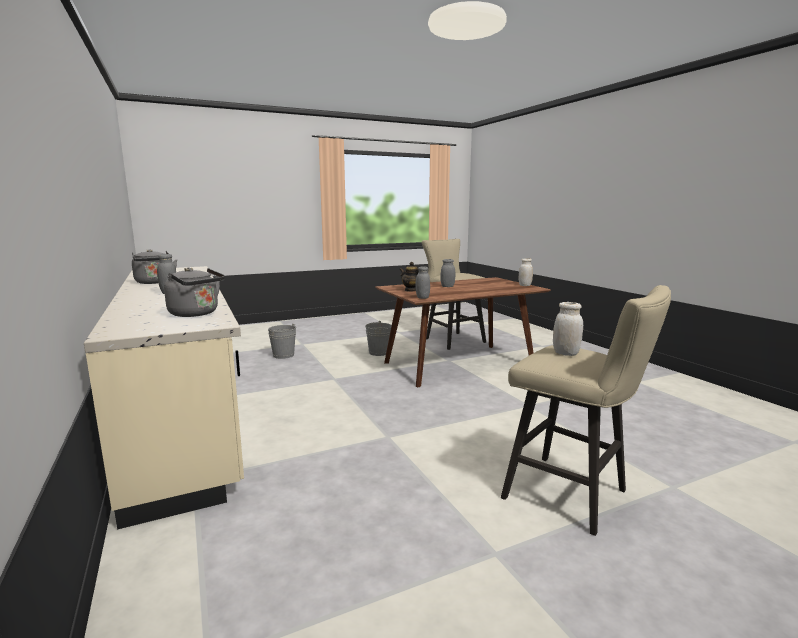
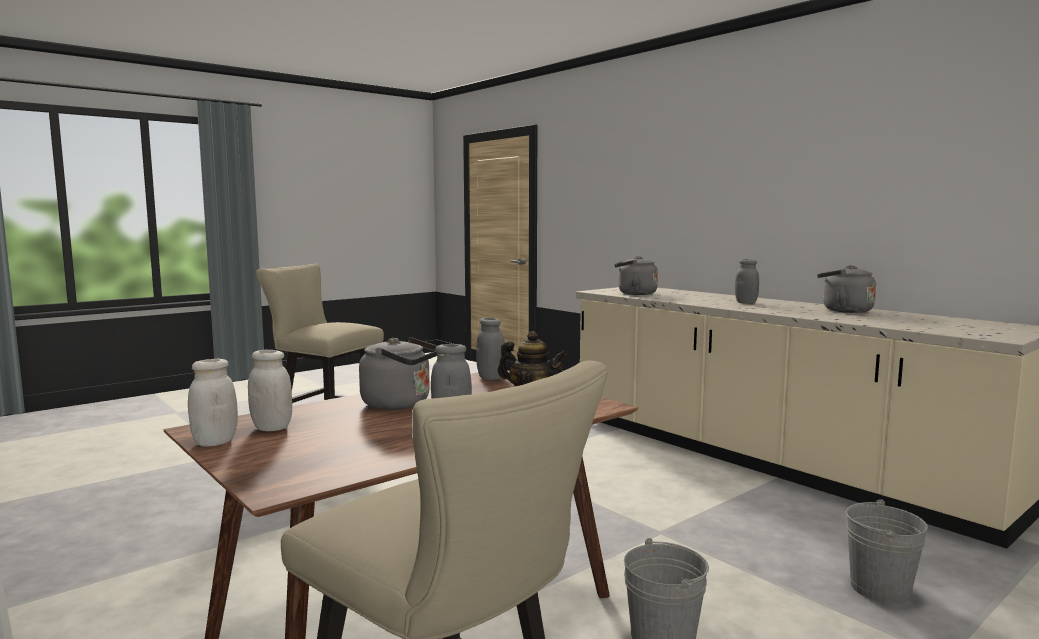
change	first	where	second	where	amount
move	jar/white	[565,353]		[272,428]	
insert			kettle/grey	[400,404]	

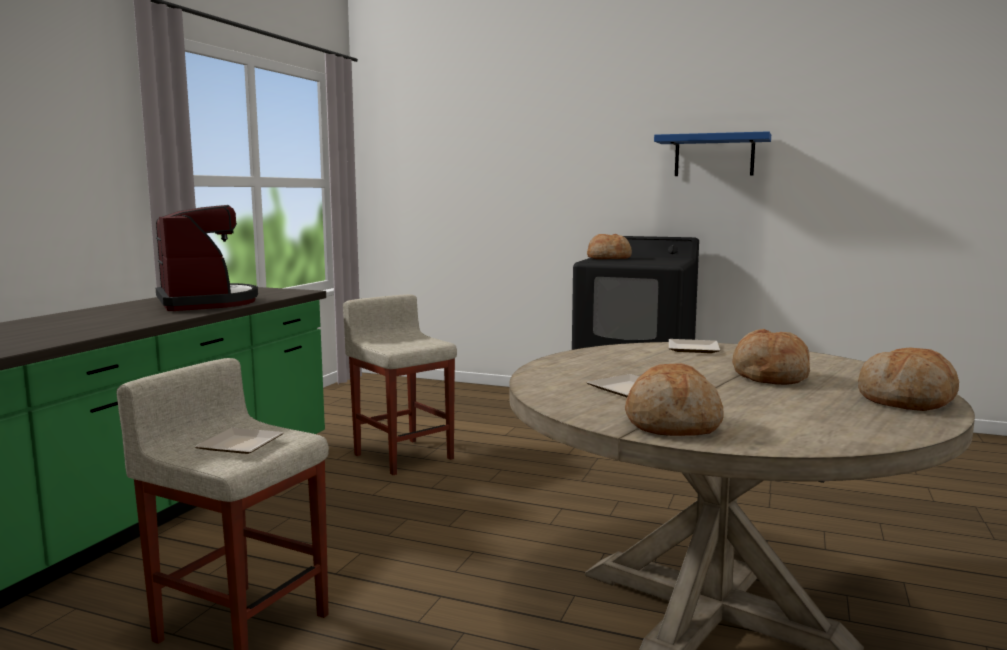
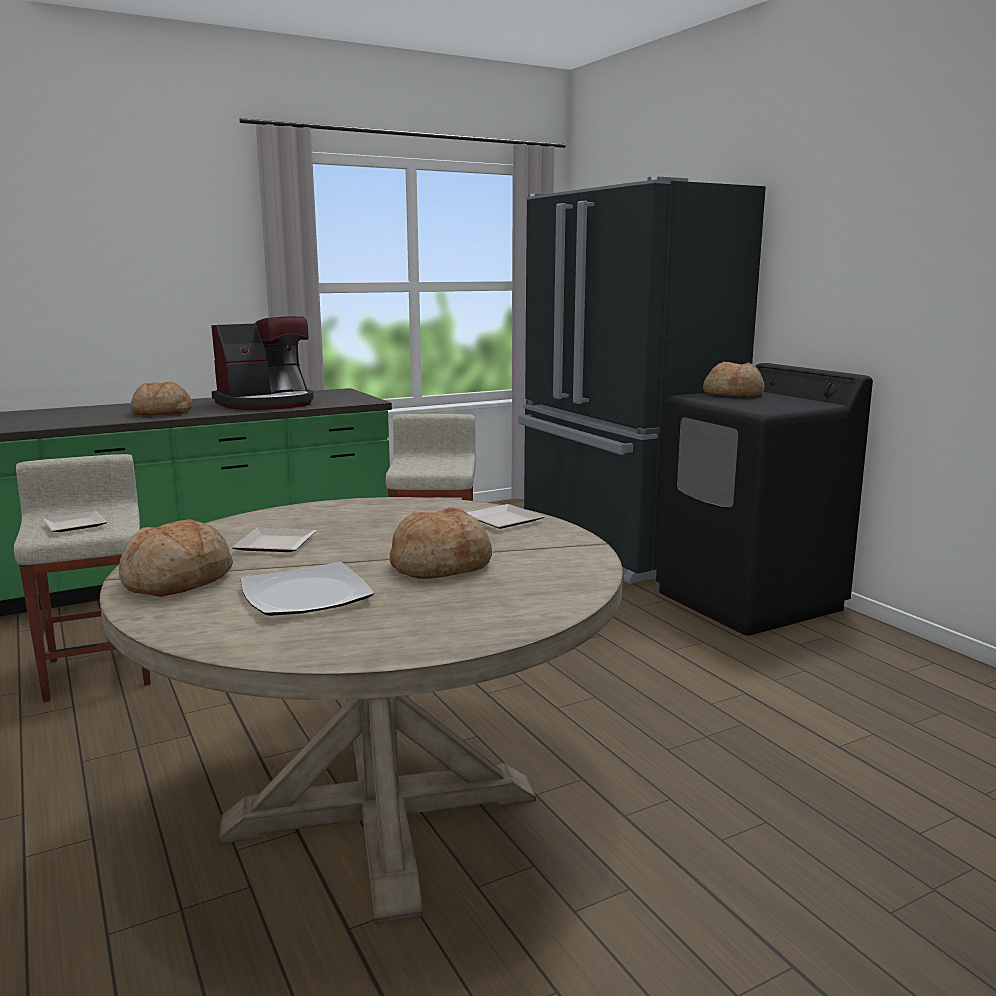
change	first	where	second	where	amount
move	bread	[907,400]		[161,412]	
rotate	coffee machine	[206,302]		[266,403]	45 degrees clockwise
insert			plate	[304,595]	
insert			fridge/black	[619,546]	
delete	shelf/blue	[714,156]			

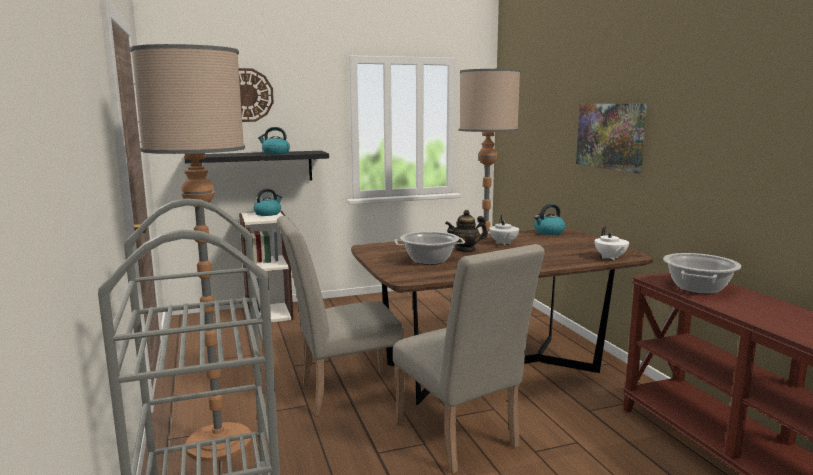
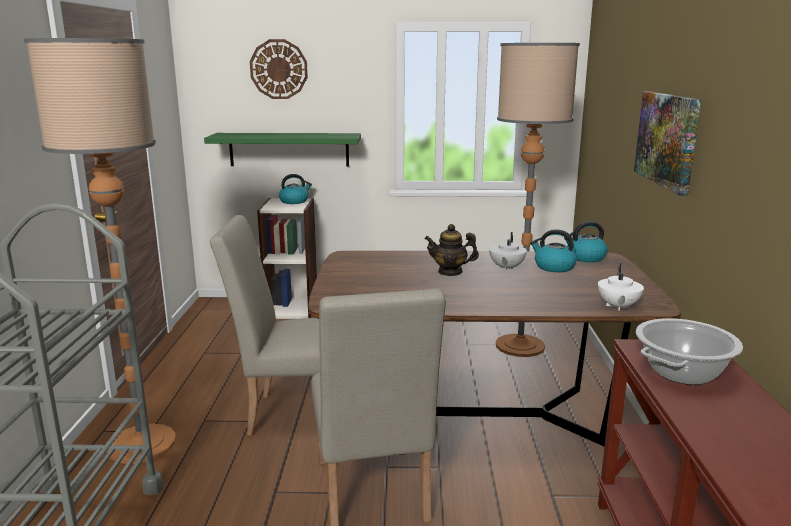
change	first	where	second	where	amount
recolor	shelf/black	[257,167]	shelf/green	[289,149]	
move	kettle	[275,153]		[553,267]	
delete	cooking pot	[429,260]			

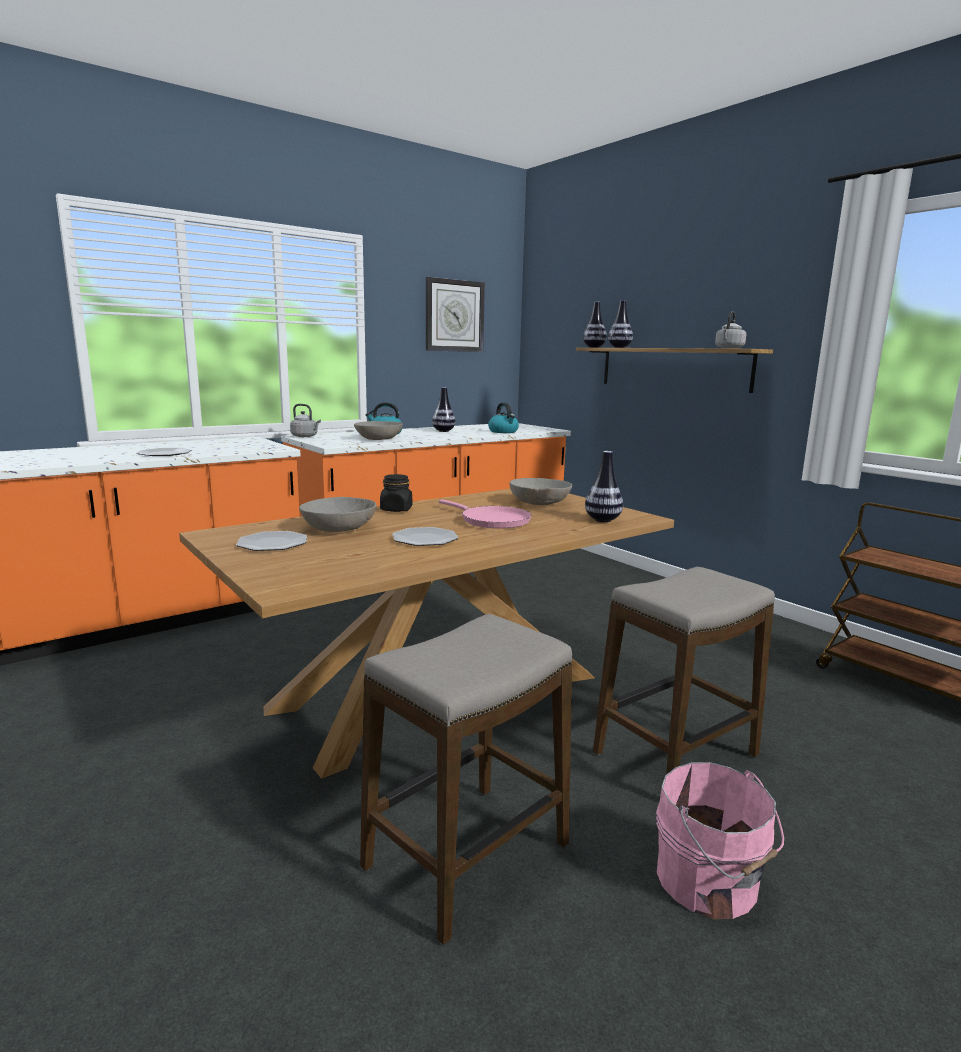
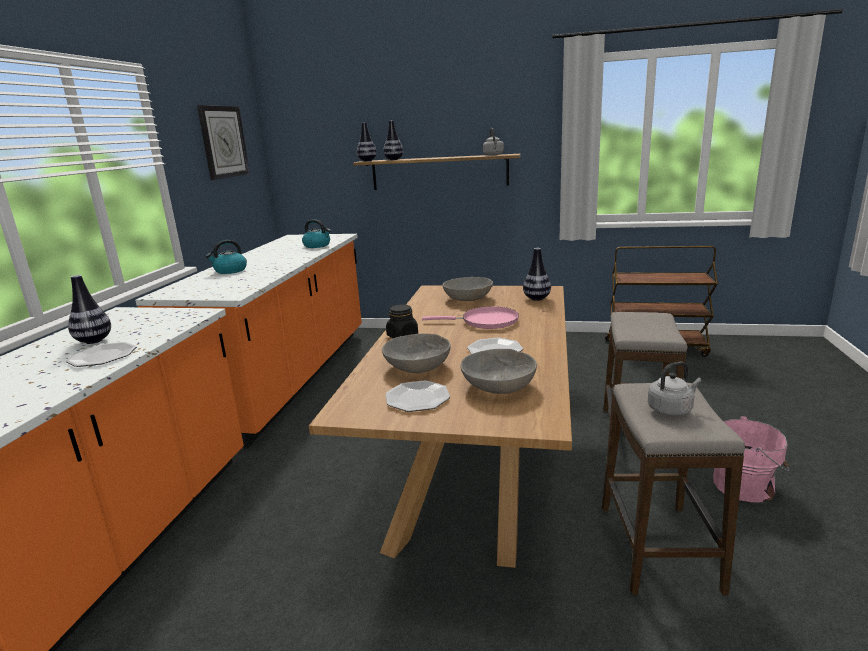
change	first	where	second	where	amount
move	vase	[443,431]		[94,341]	
move	bowl/grey	[378,439]		[498,385]	
move	kettle/grey	[305,436]		[671,409]	

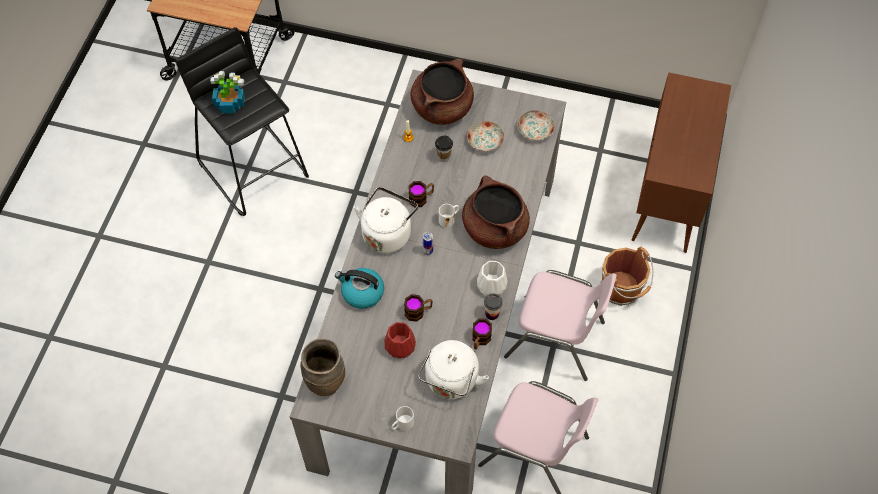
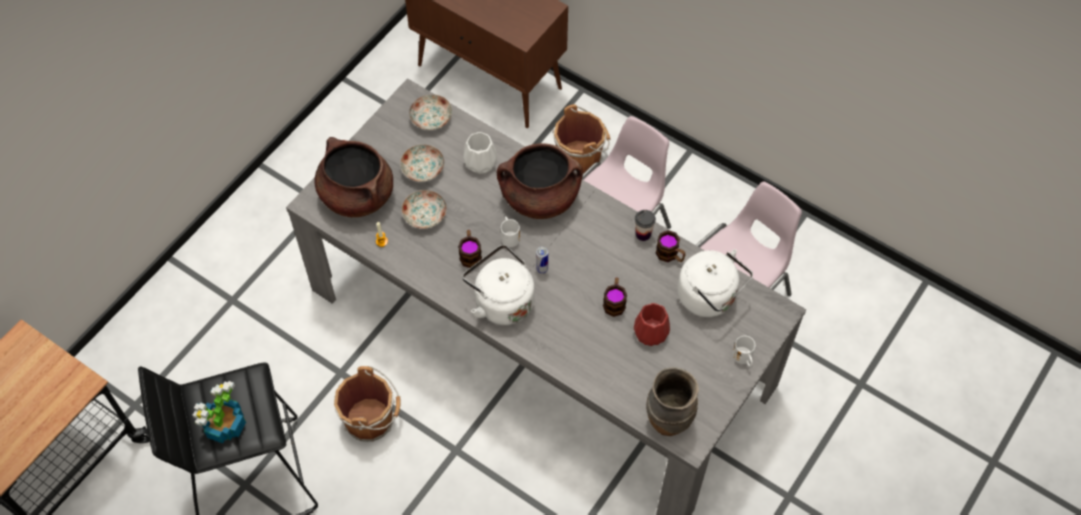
change	first	where	second	where	amount
insert			bucket/brown	[371,419]	
replace	cup	[443,157]	plate	[425,215]	
move	vase/white	[491,286]		[481,163]	
delete	kettle	[362,292]			

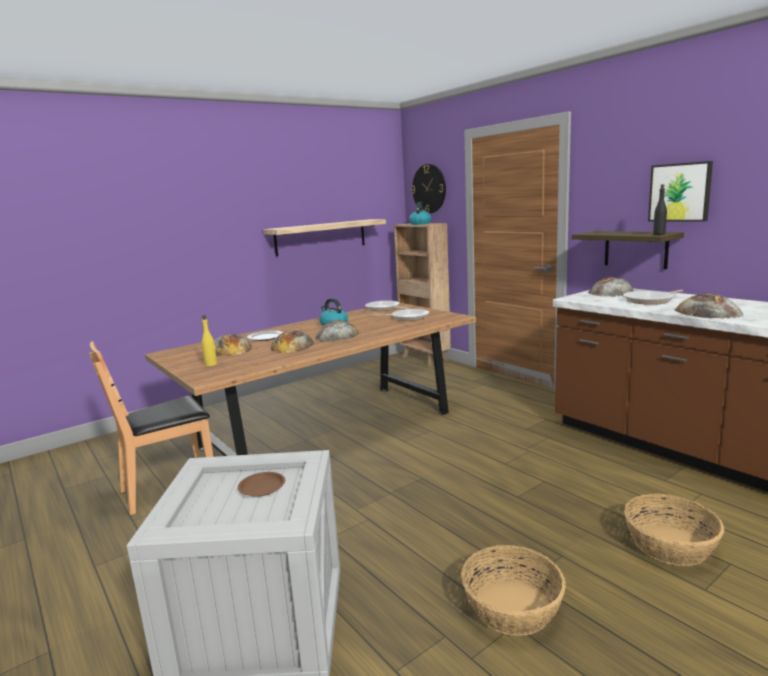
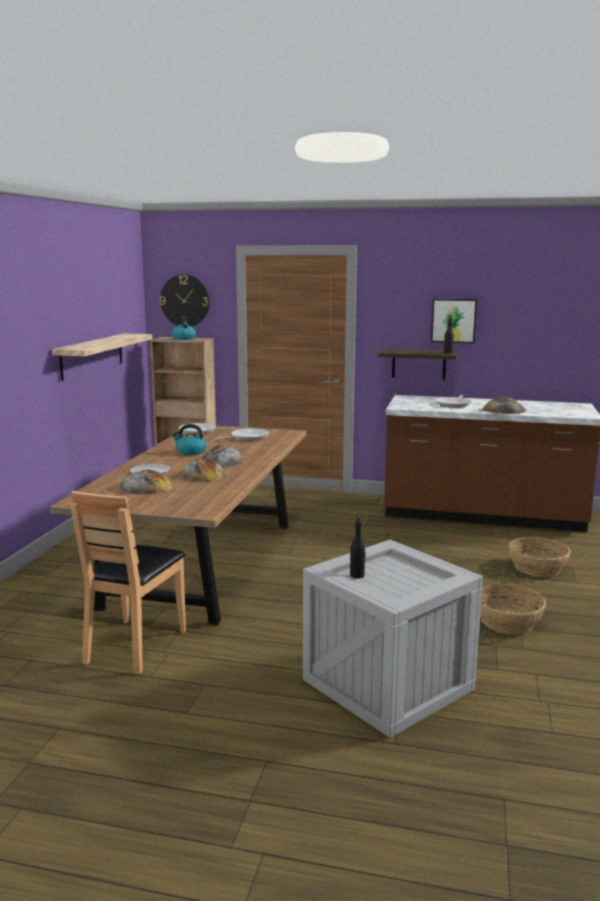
change	first	where	second	where	amount
insert			bottle/black	[357,575]	
delete	bottle/yellow	[211,364]			
delete	plate/brown	[262,487]			
delete	bread	[611,292]			

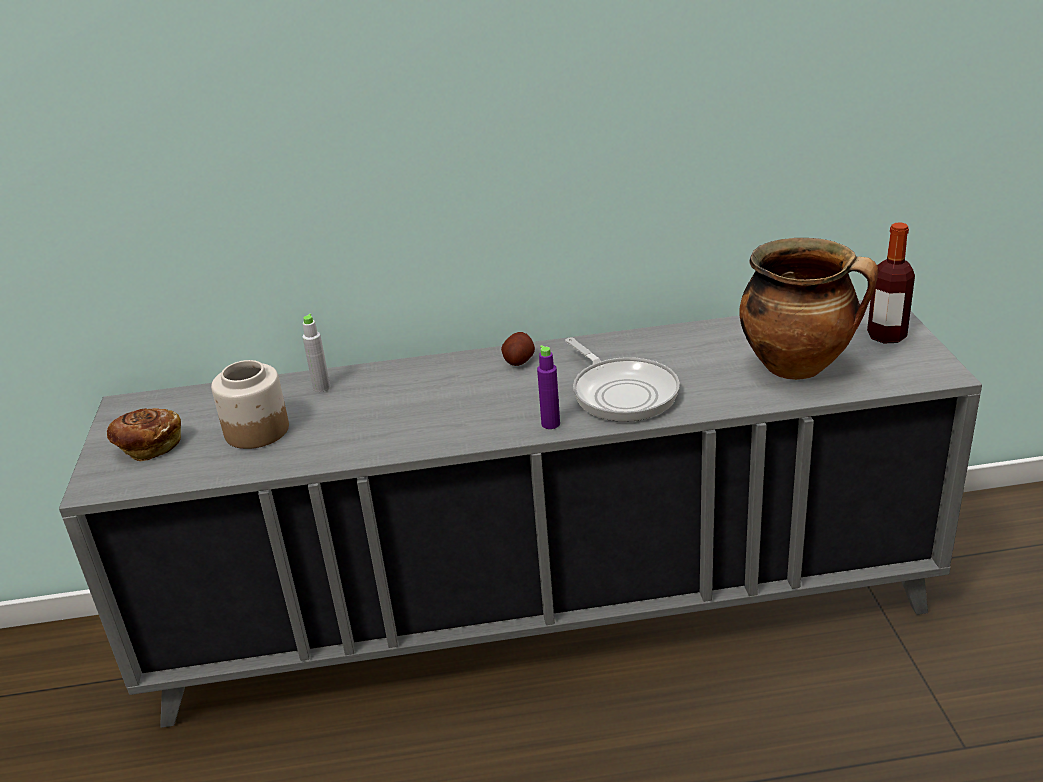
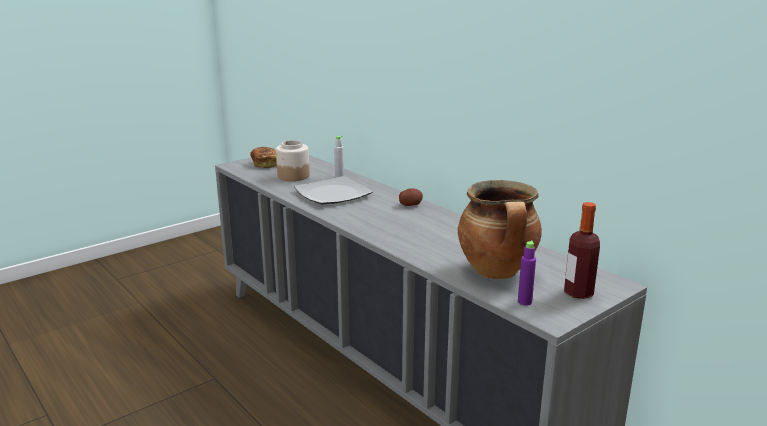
change	first	where	second	where	amount
insert			plate	[332,194]	
move	bottle/purple	[550,424]		[524,302]	
delete	frying pan	[622,392]			

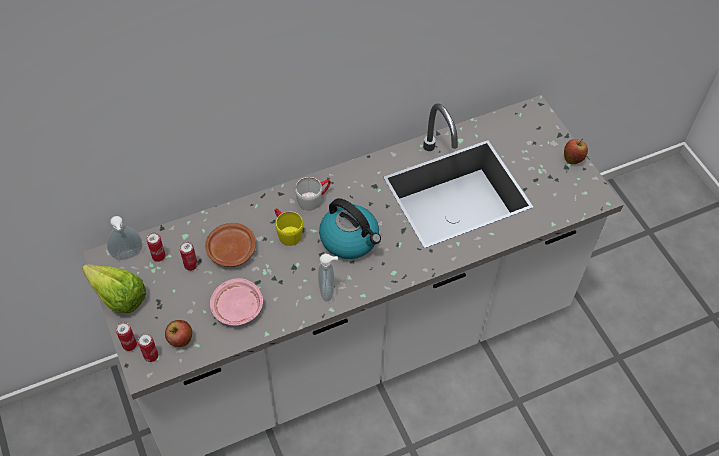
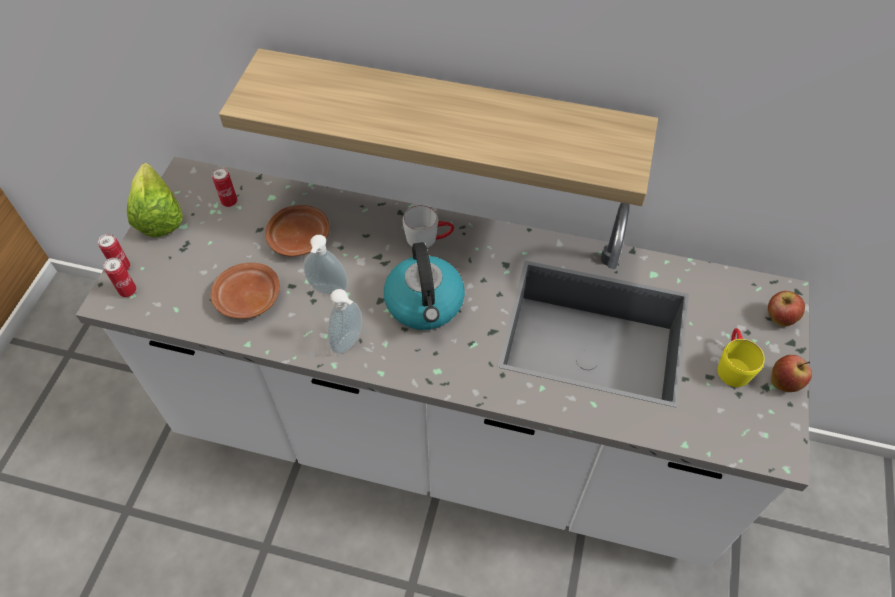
change	first	where	second	where	amount
recolor	plate/pink	[237,307]	plate/brown	[247,298]	
insert			shelf	[450,118]	
move	soap dispenser	[128,256]		[328,291]	
move	mug/yellow	[286,232]		[732,365]	
move	apple	[180,340]		[779,318]	
delete	can	[191,265]			

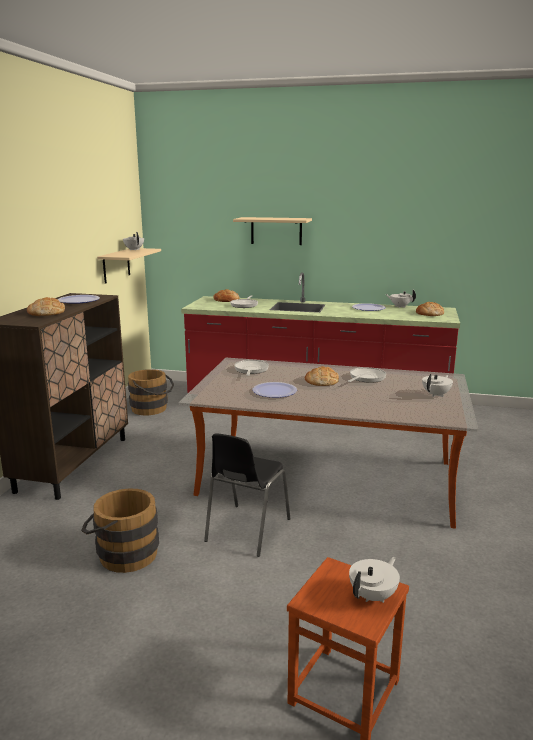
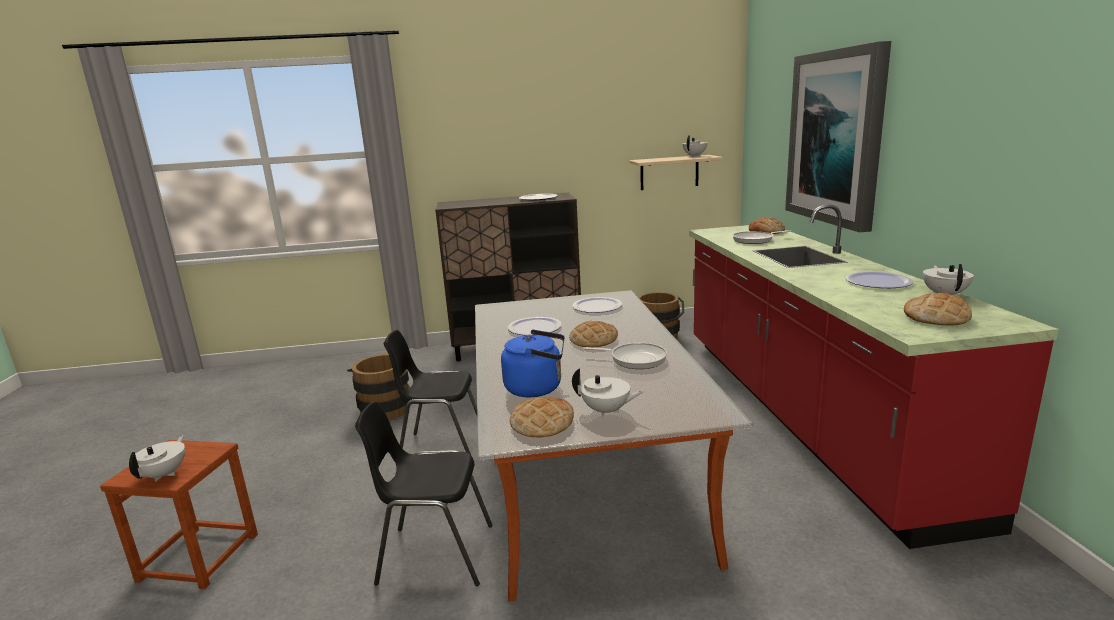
change	first	where	second	where	amount
rotate	teapot/white	[373,596]		[164,474]	105 degrees counterclockwise
insert			chair/black	[435,554]	
insert			kettle/blue	[537,388]	
move	bread	[46,313]		[542,423]	
replace	frying pan	[251,370]	plate	[597,306]	
replace	shelf/beige	[276,231]	picture	[836,137]	

